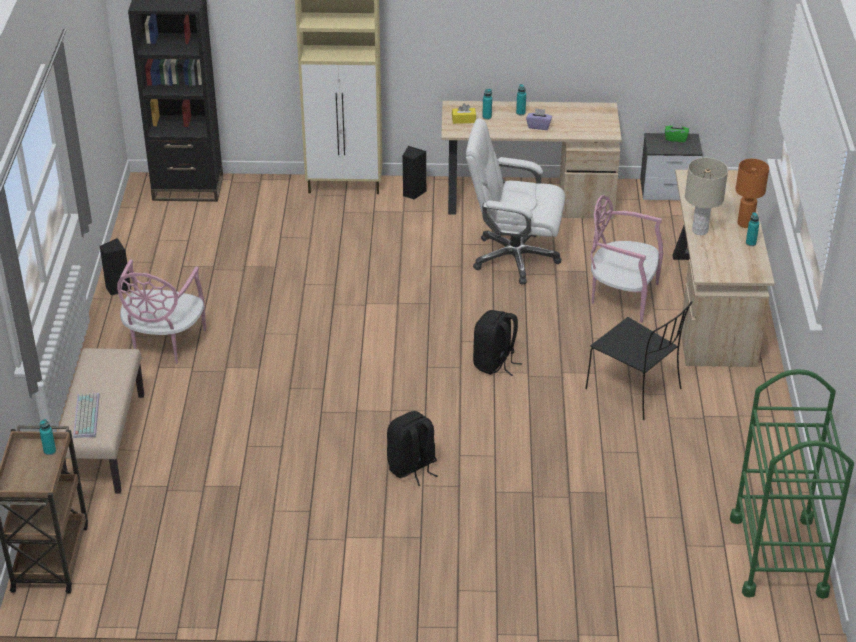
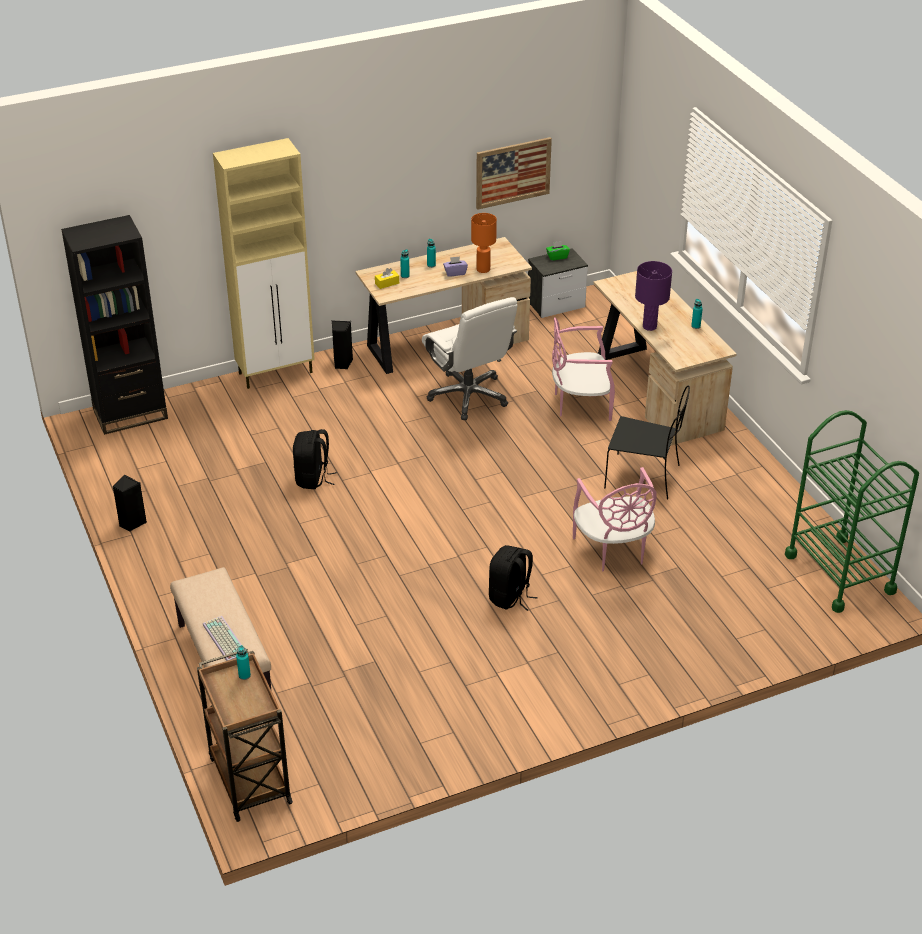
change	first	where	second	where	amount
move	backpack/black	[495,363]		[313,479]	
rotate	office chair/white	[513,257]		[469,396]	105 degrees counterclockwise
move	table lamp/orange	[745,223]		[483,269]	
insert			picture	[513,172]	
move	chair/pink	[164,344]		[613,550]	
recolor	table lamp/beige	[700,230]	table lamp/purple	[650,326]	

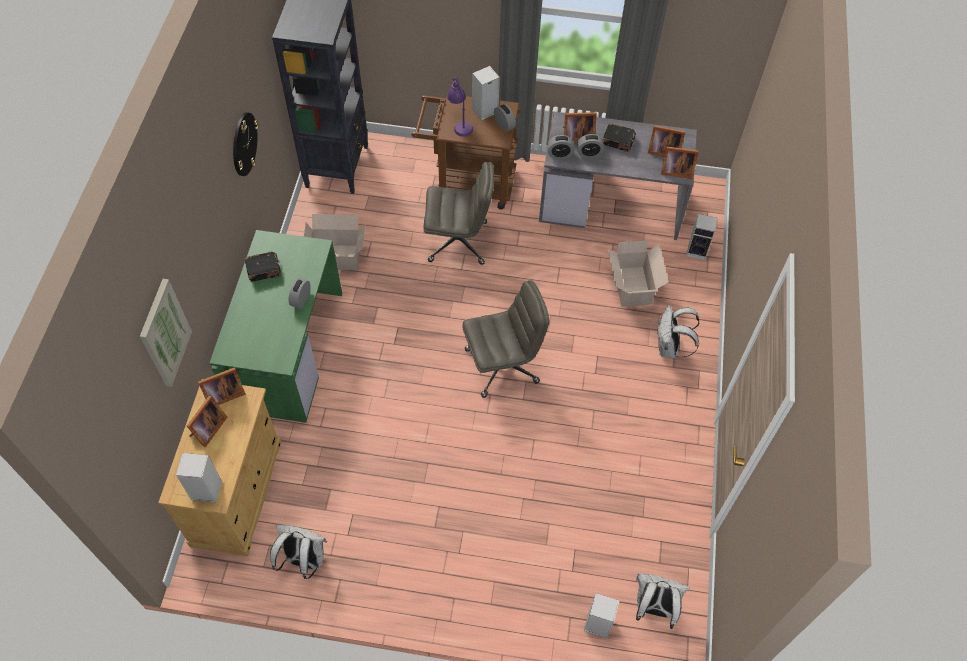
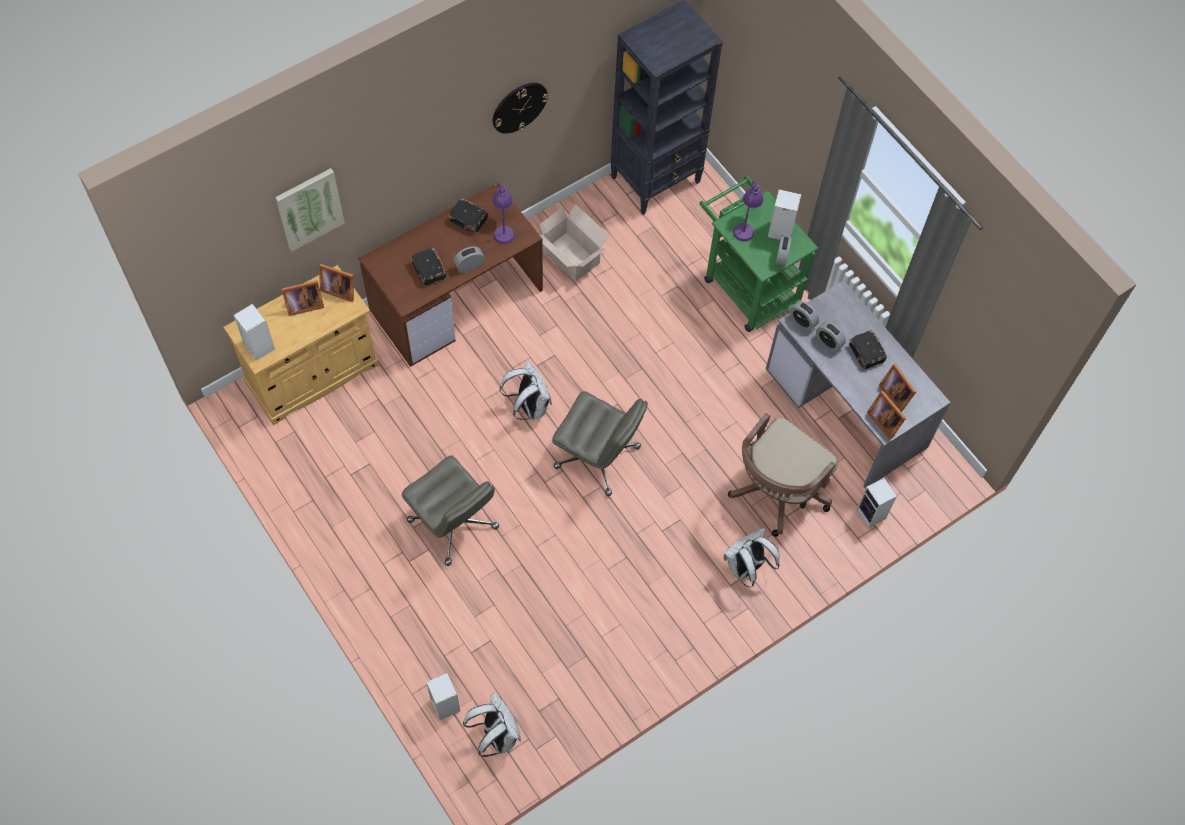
change	first	where	second	where	amount
recolor	desk/green	[287,349]	desk/brown	[456,299]	
move	office chair/grey	[458,241]		[454,524]	
insert			book/black	[428,271]	
insert			table lamp/purple	[503,227]	
move	backpack/white	[303,560]		[529,406]	
recolor	cart/brown	[468,183]	cart/green	[746,284]	
replace	cardboard box	[632,288]	office chair/brown	[776,493]	
delete	picture frame	[576,135]			

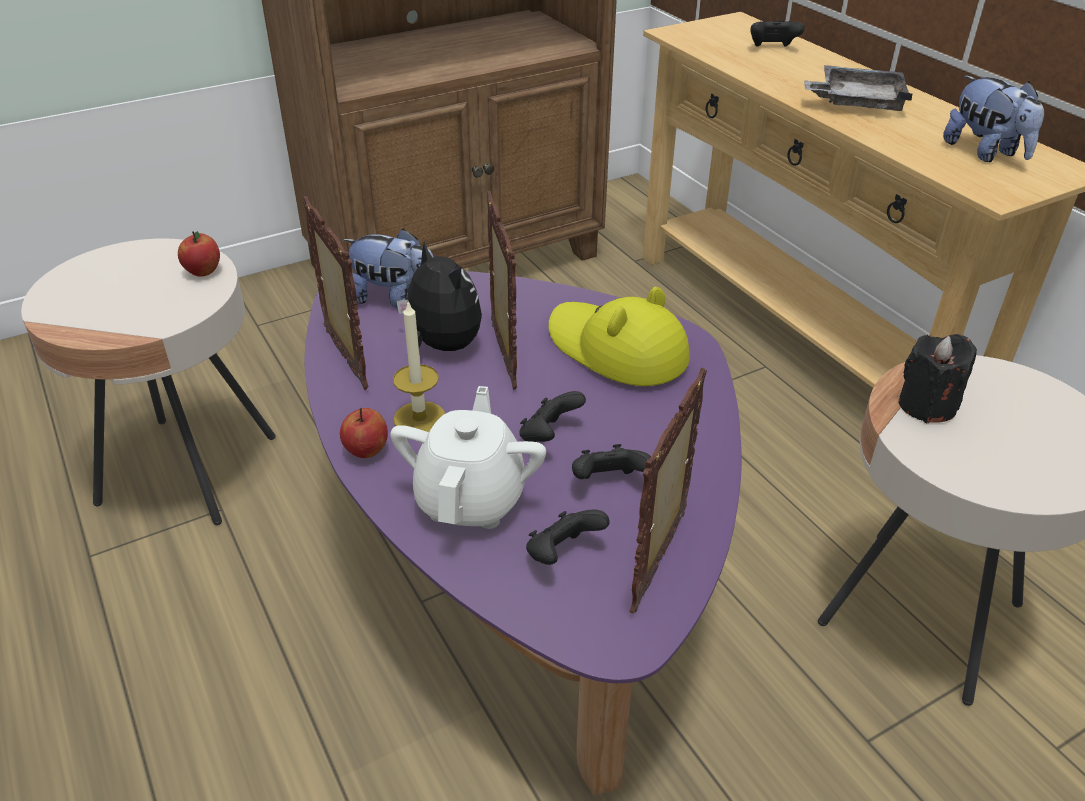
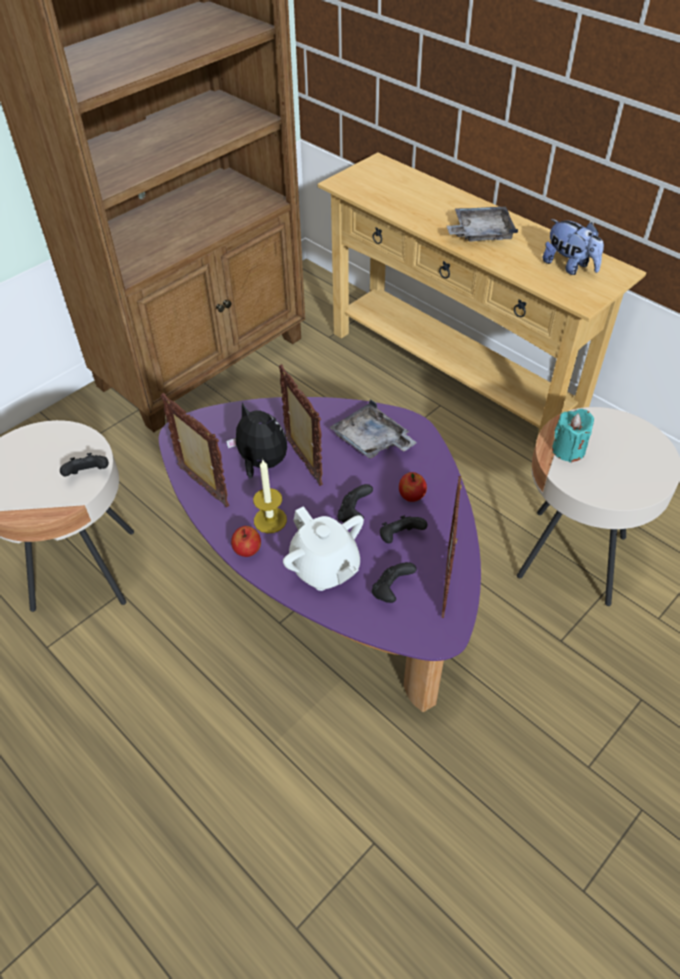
change	first	where	second	where	amount
move	game controller/black	[772,49]		[88,475]	
rotate	teapot/white	[471,499]		[325,568]	150 degrees clockwise
replace	hat/yellow	[616,349]	tray/grey	[371,441]	
move	apple	[203,272]		[411,496]	
recolor	candle/black	[927,405]	candle/turquoise	[568,450]	
delete	plush toy	[394,298]			

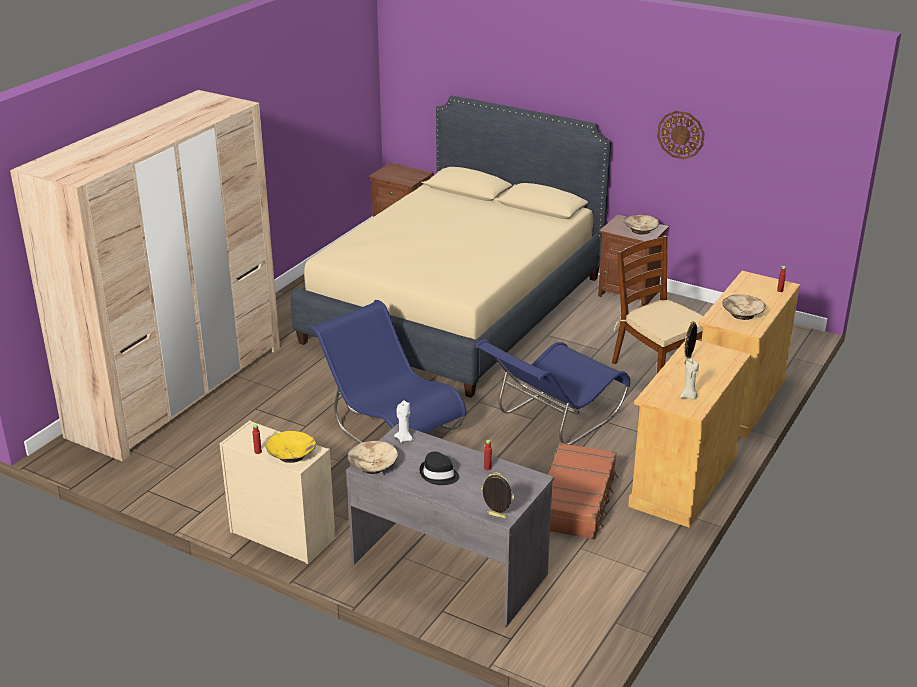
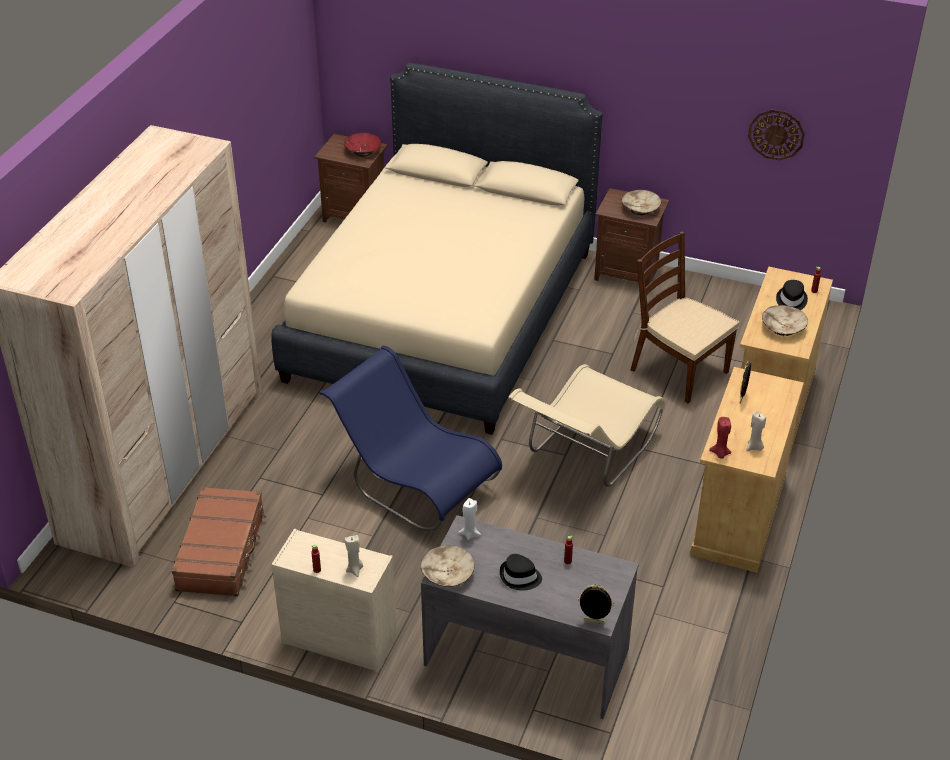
change	first	where	second	where	amount
move	suitcase/brown	[577,501]		[222,551]	
insert			bowl/red	[363,151]	
replace	bowl/yellow	[291,455]	candle/beige	[355,569]	
recolor	chair/blue	[552,421]	chair/beige	[585,455]	
insert			candle/red	[720,453]	
move	wall clock	[680,134]		[776,134]	
insert			hat/black	[791,301]	

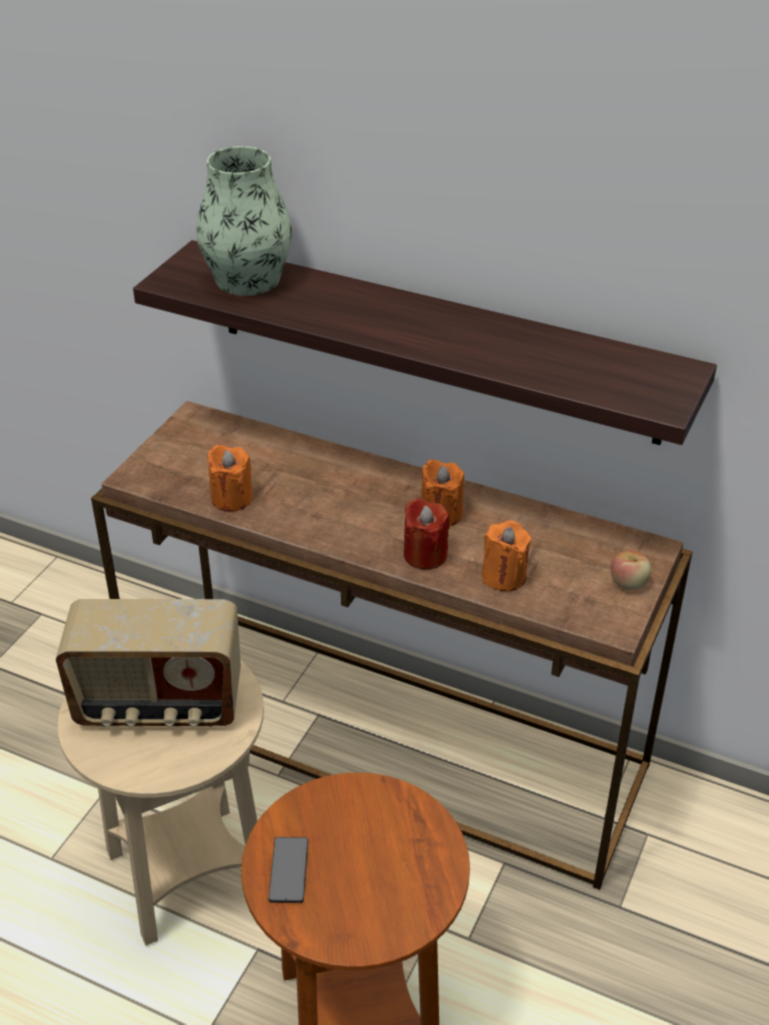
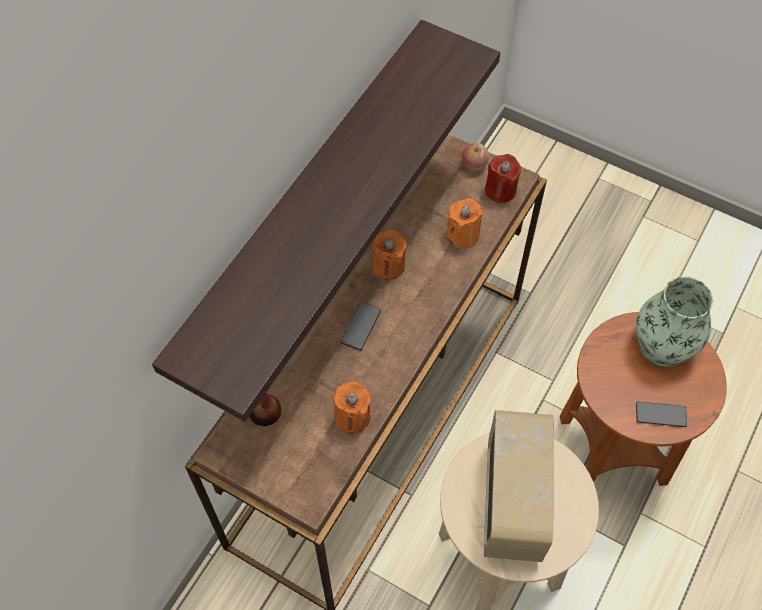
change	first	where	second	where	amount
insert			apple	[265,415]	
insert			phone	[360,326]	
move	candle/red	[425,555]		[500,190]	
move	vase	[247,279]		[663,345]	

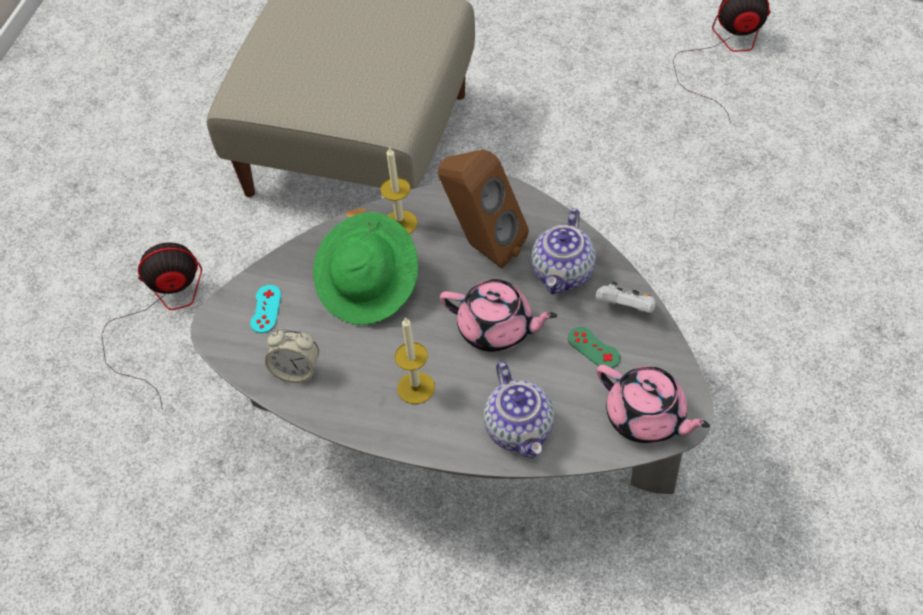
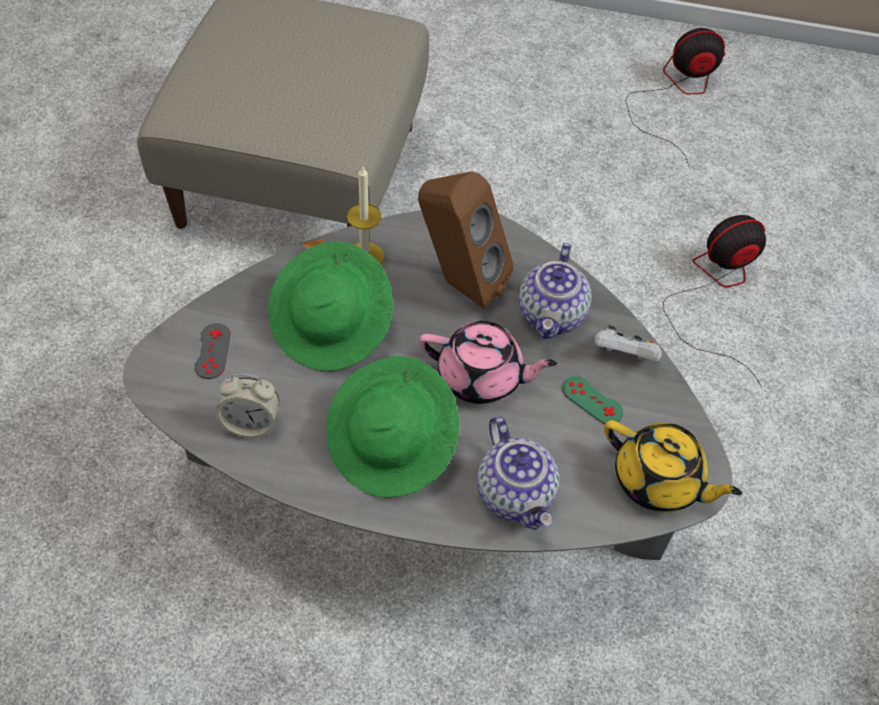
change	first	where	second	where	amount
recolor	game controller/turquoise	[266,309]	game controller/grey	[212,351]	
replace	candle	[416,388]	hat/green	[392,445]	
recolor	teapot/pink	[647,418]	teapot/yellow	[658,481]	
move	fan	[160,315]		[716,292]	

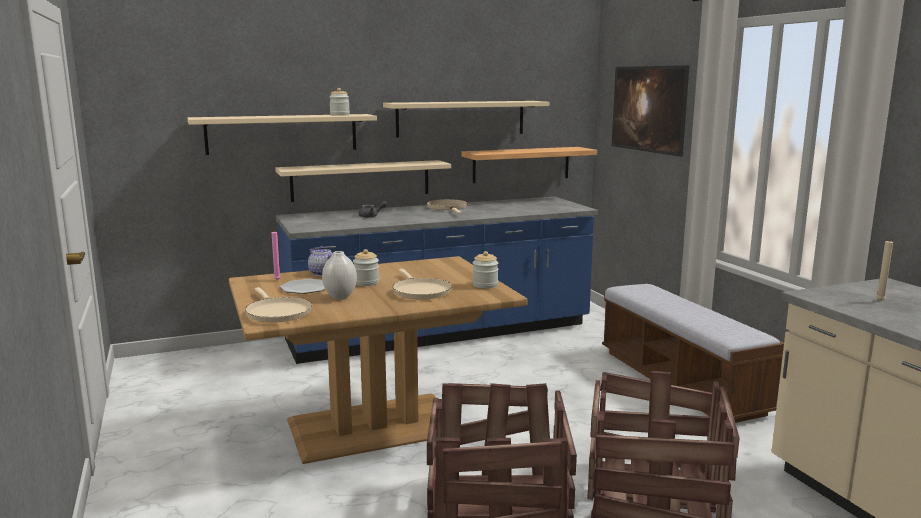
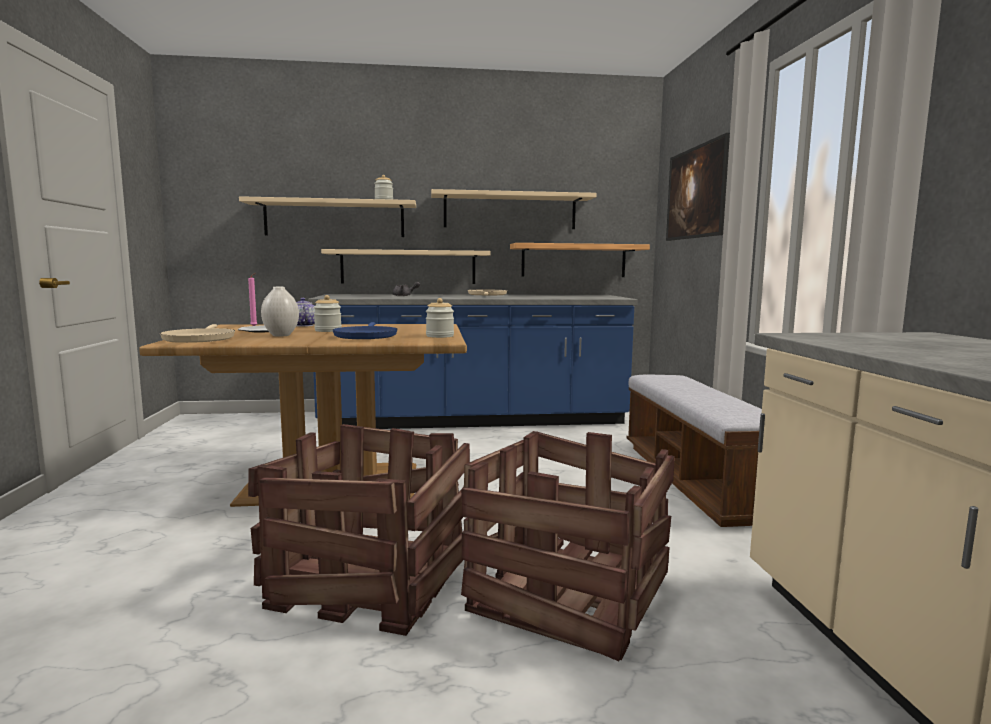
change	first	where	second	where	amount
recolor	frying pan/beige	[420,291]	frying pan/blue	[365,336]	
delete	candle/beige	[881,301]			

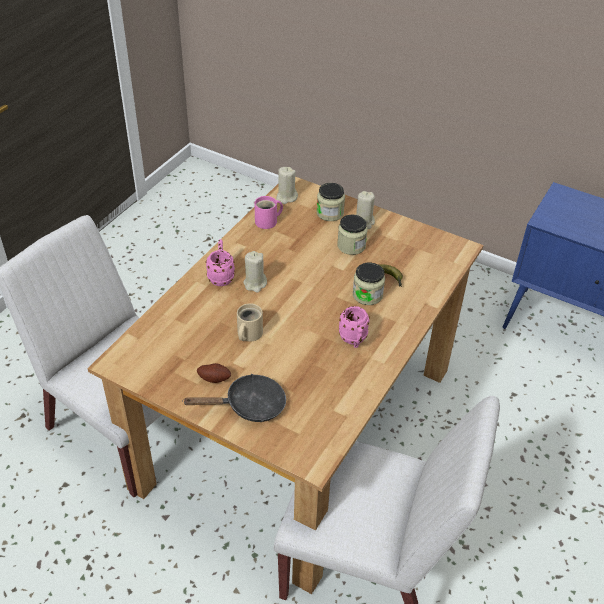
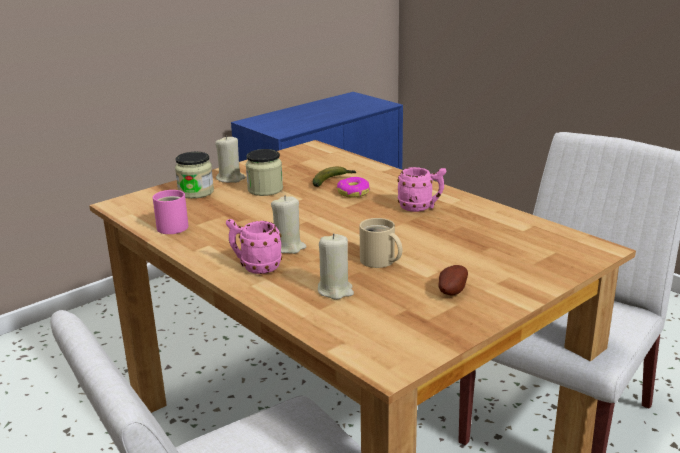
change	first	where	second	where	amount
move	candle/beige	[286,197]		[335,290]	
replace	jar	[367,295]	donut	[353,192]	
delete	frying pan/black	[249,406]			

